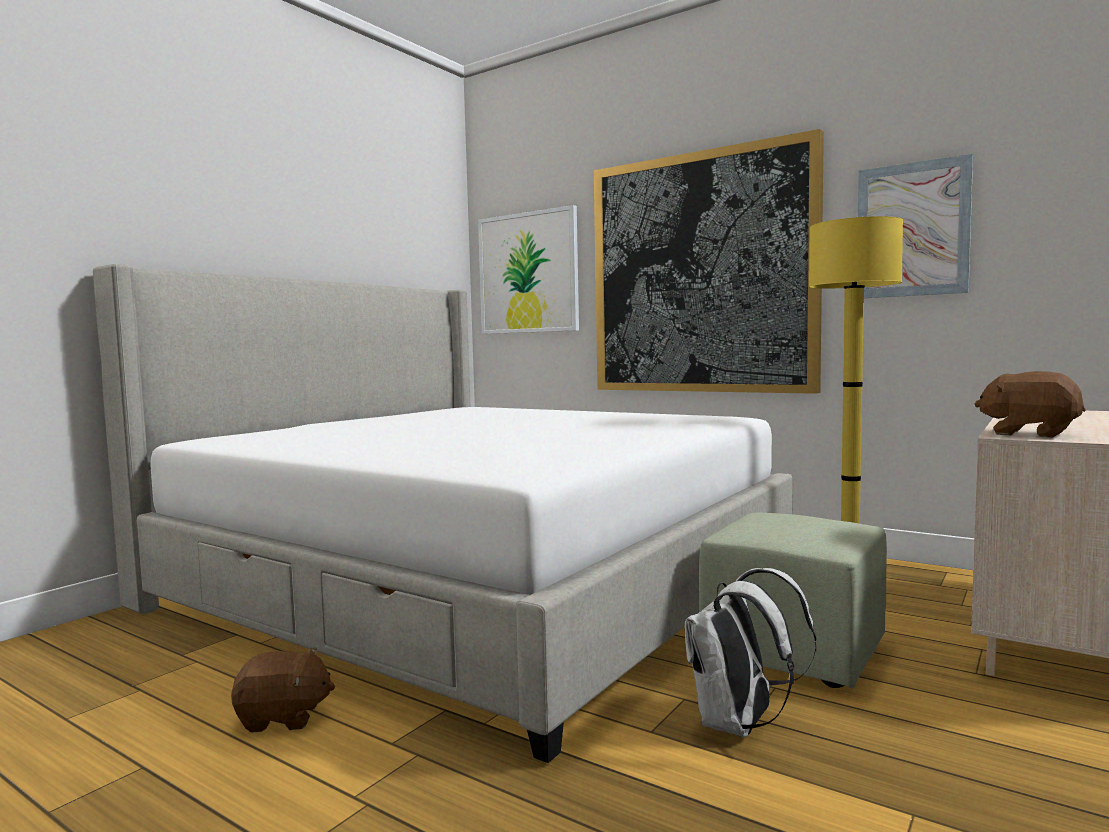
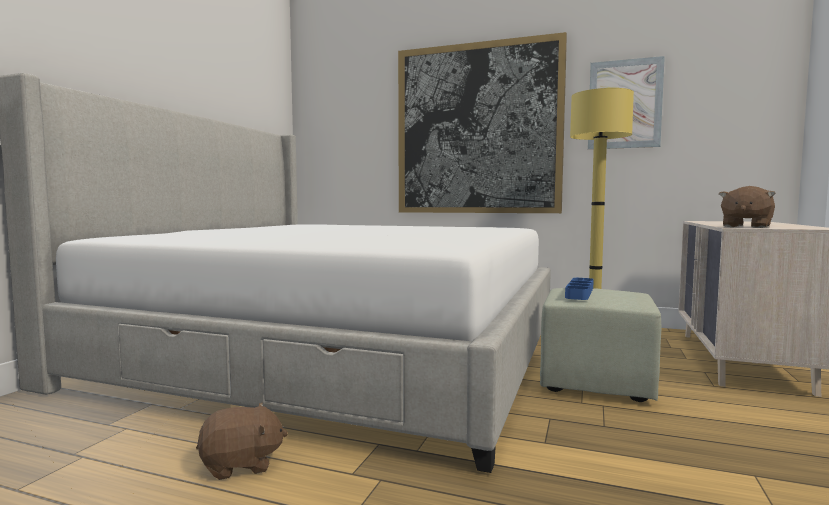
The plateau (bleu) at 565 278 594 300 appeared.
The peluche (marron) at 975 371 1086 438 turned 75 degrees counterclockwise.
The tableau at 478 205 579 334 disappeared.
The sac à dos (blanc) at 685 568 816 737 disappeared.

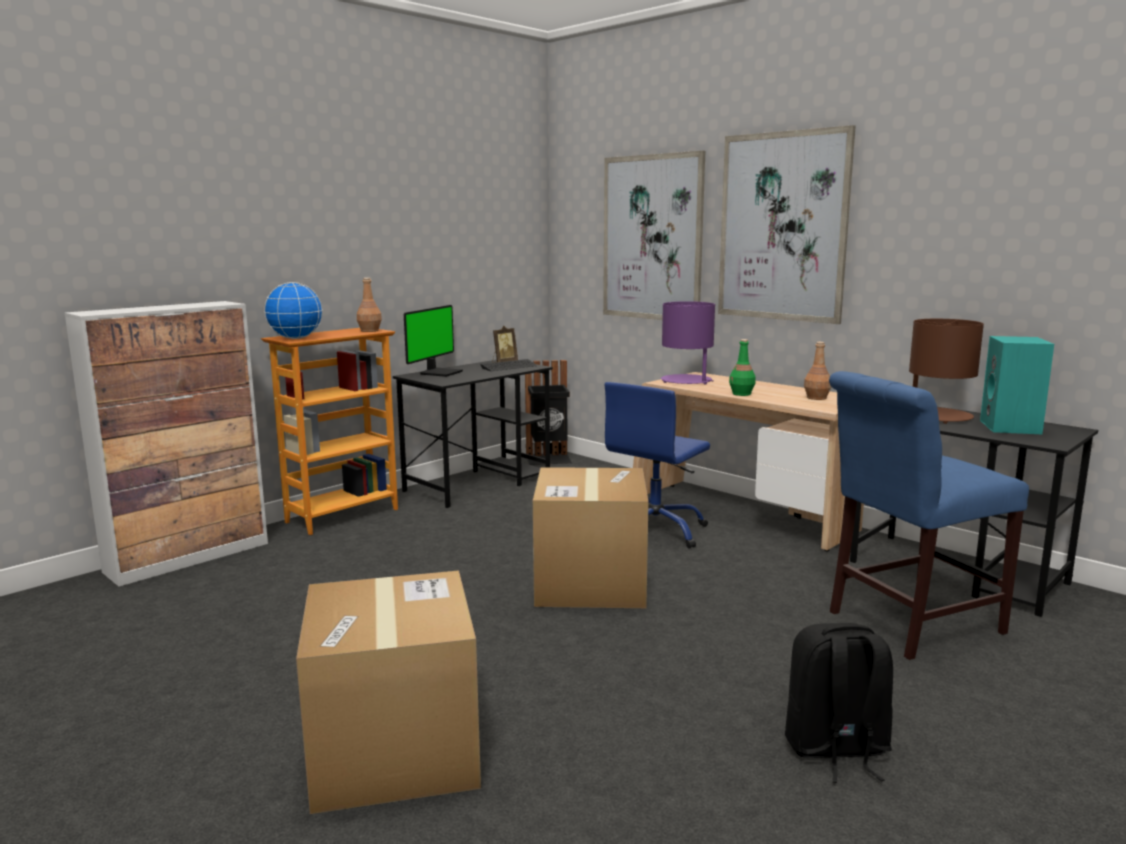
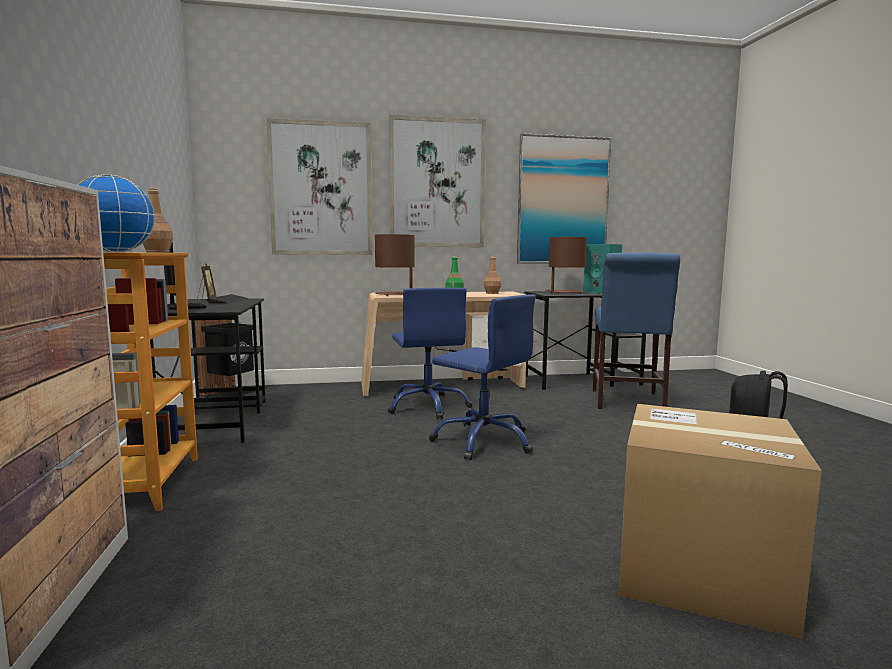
The lampe de table (violet) at 661 301 715 384 became the lampe de table (marron) at 375 234 415 296.
The carton at 533 467 649 608 was replaced by the chaise de bureau (bleu) at 429 294 536 460.
The tableau at 517 133 612 264 appeared.

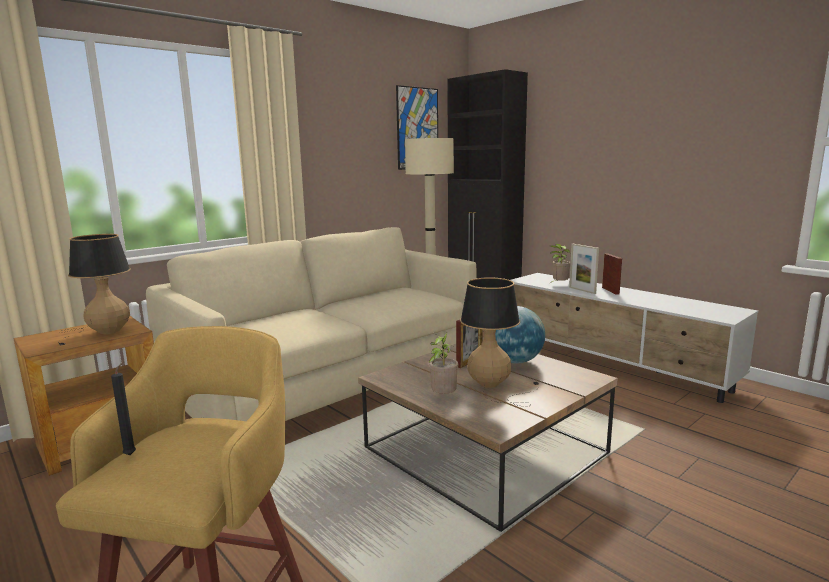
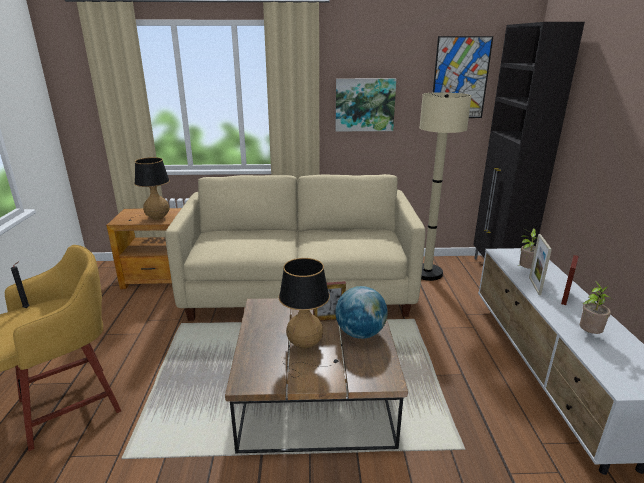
The tableau at 335 79 396 131 appeared.
The plante en pot moved from 429 333 458 394 to 580 280 612 334.

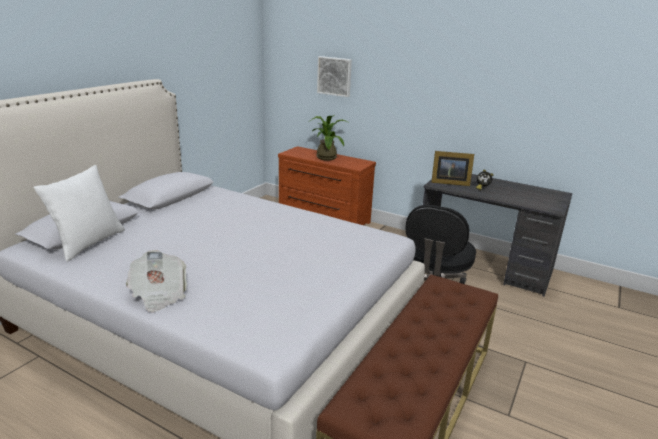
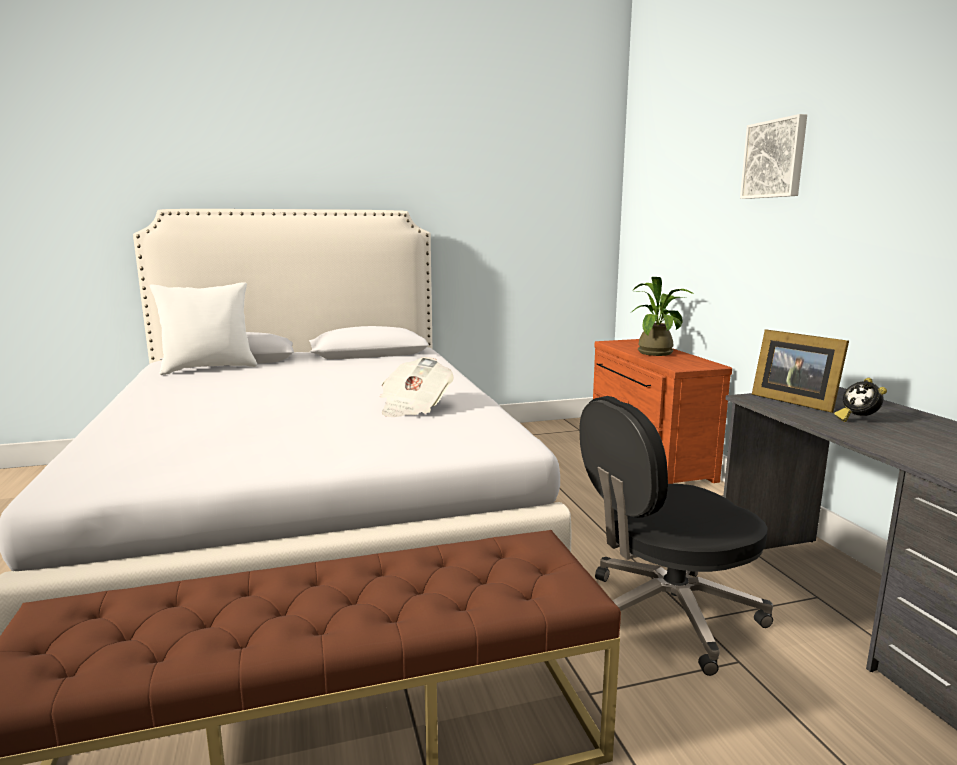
The journal moved from 126 250 187 312 to 380 357 454 417.
The tableau moved from 317 56 352 97 to 740 114 807 199.

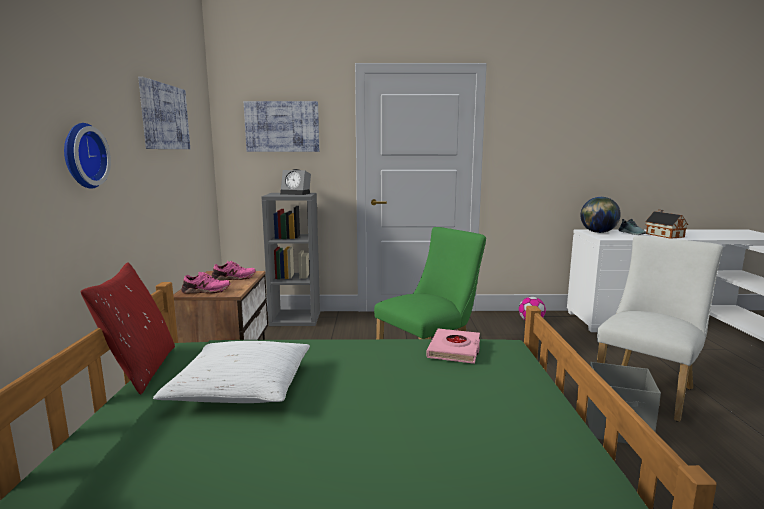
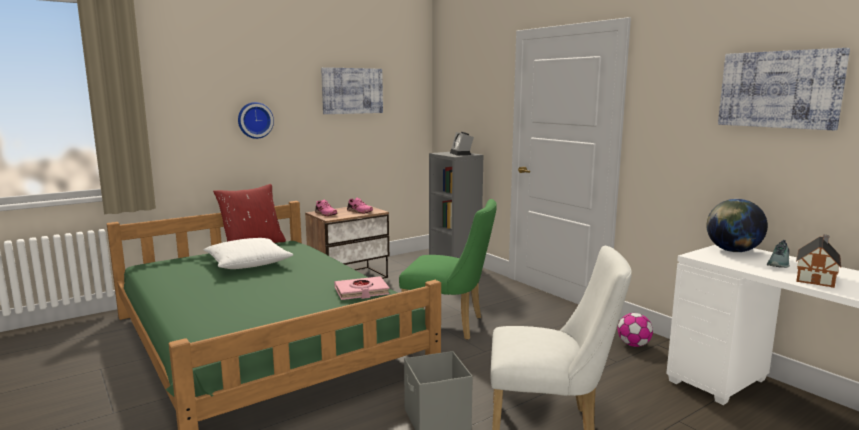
The tableau moved from 244 101 319 152 to 718 48 850 130.

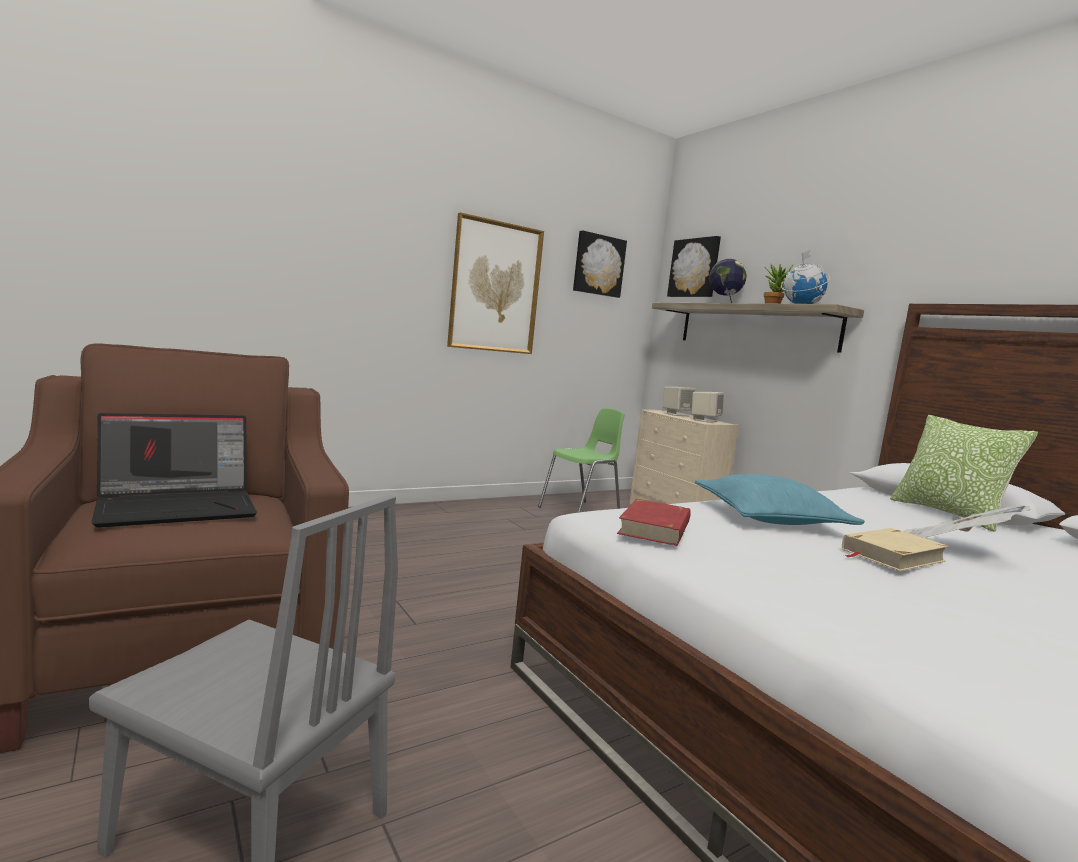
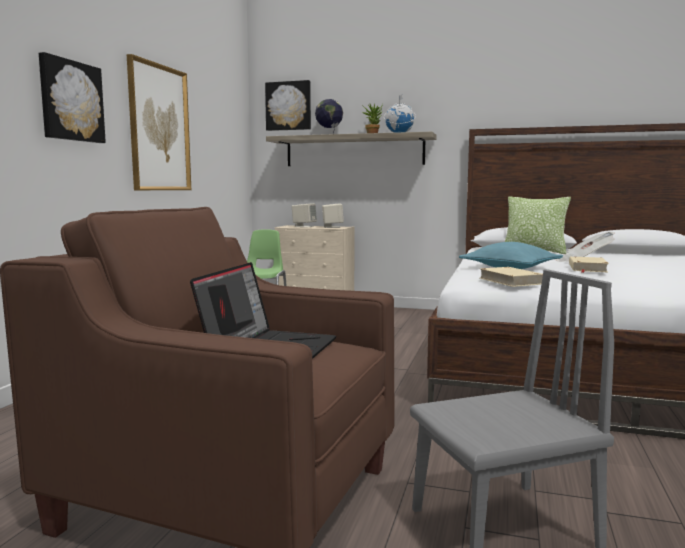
The tableau moved from 573 230 627 298 to 39 52 106 143.
The livre (rouge) at 617 499 691 546 became the livre (beige) at 480 267 543 287.

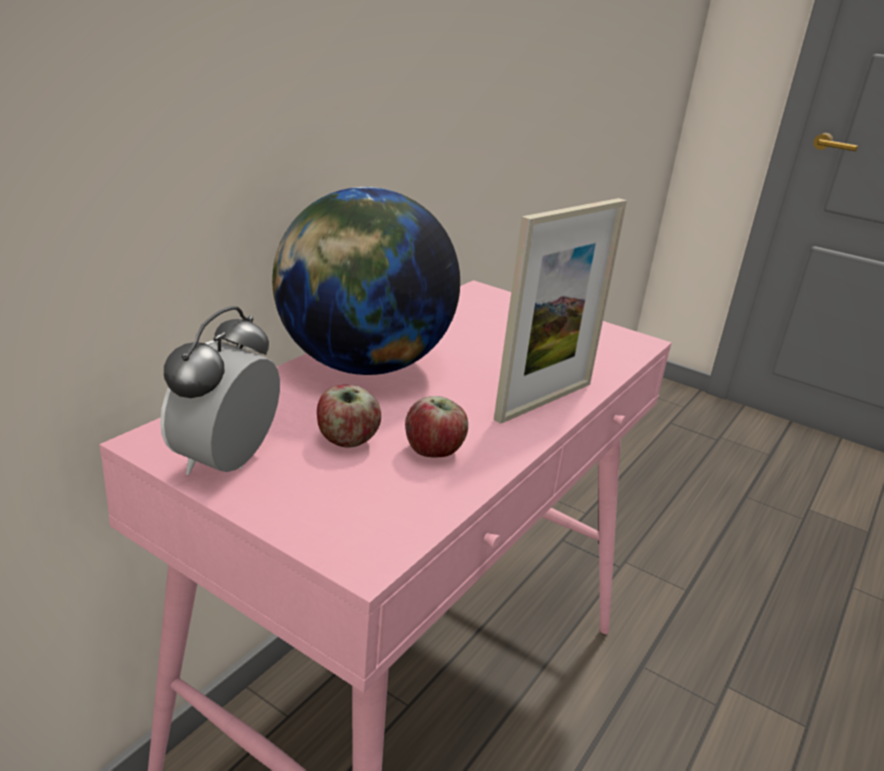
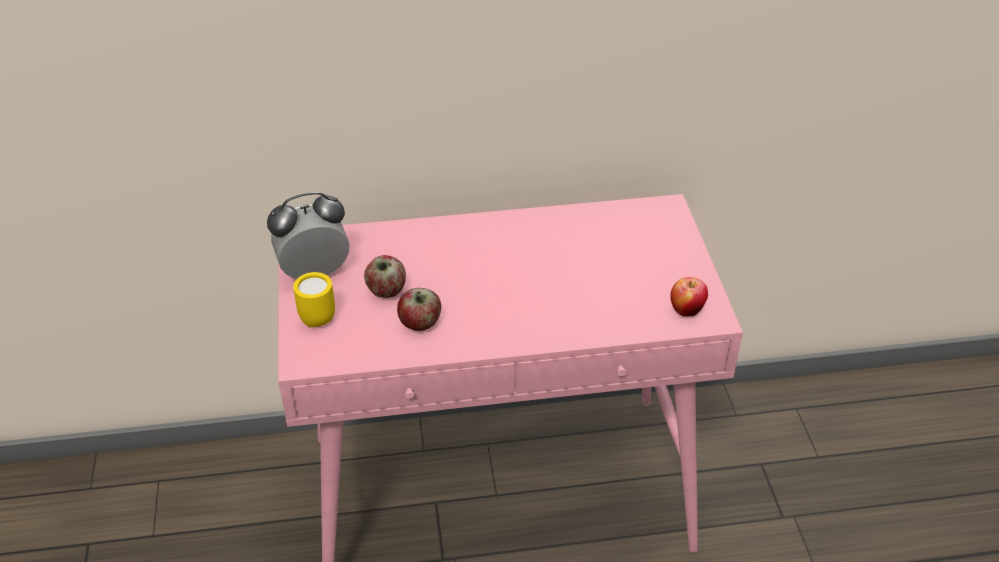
The mug (jaune) at 293 272 335 327 appeared.
The pomme at 670 277 708 317 appeared.
The globe at 272 187 460 375 disappeared.
The cadre photo at 494 198 627 424 disappeared.

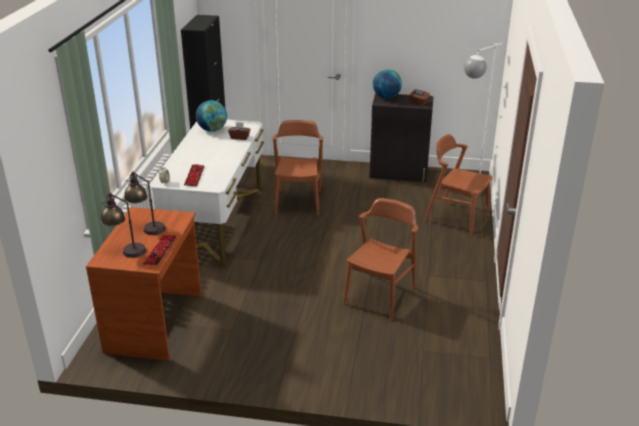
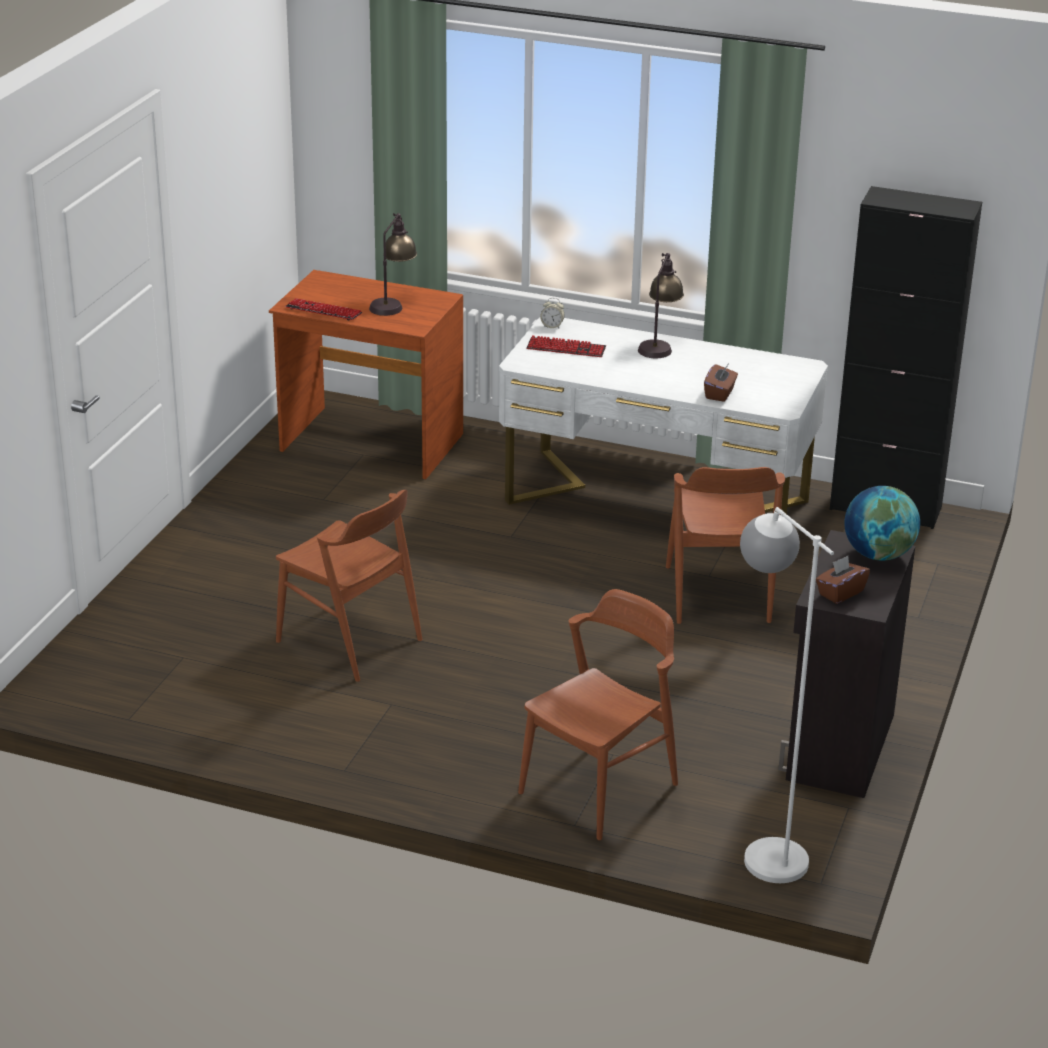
The lampe de table moved from 101 192 146 258 to 638 253 684 358.
The chaise (marron) at 273 120 323 215 turned 75 degrees clockwise.
The globe at 196 100 227 132 disappeared.

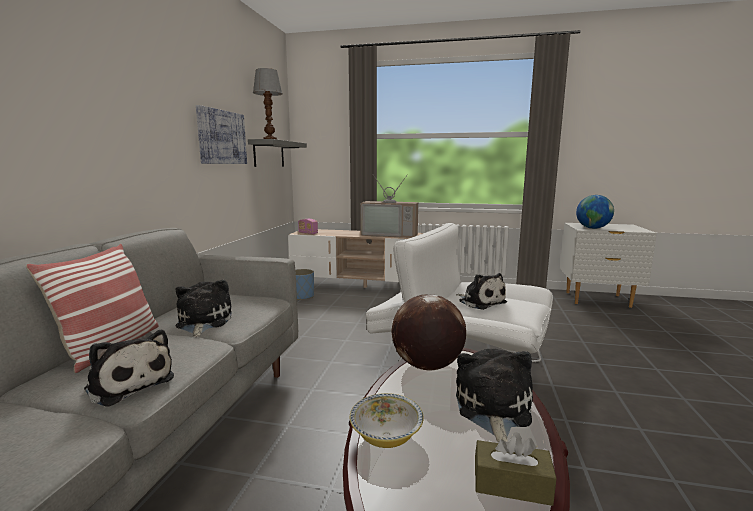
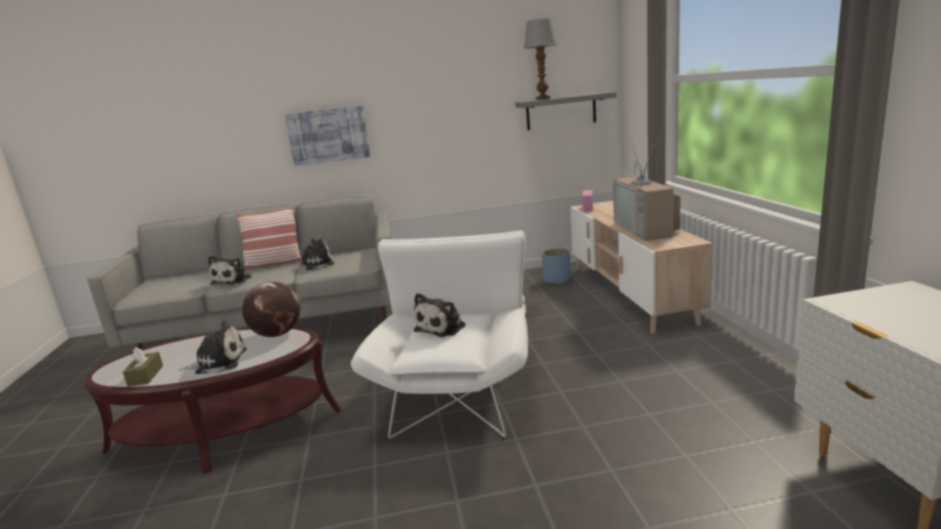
The tableau moved from 196 105 247 164 to 284 106 370 166.
The bol at 350 393 424 448 disappeared.
The globe at 576 195 614 229 disappeared.

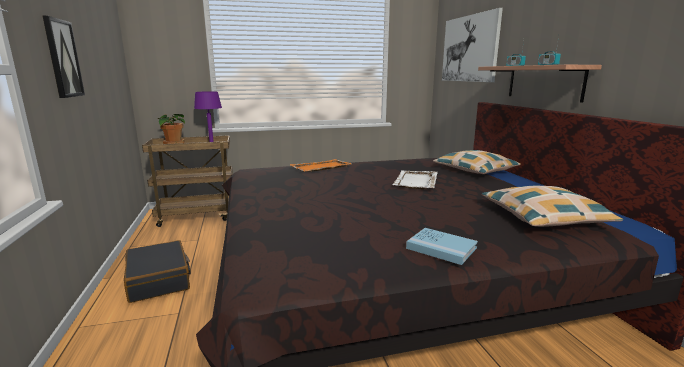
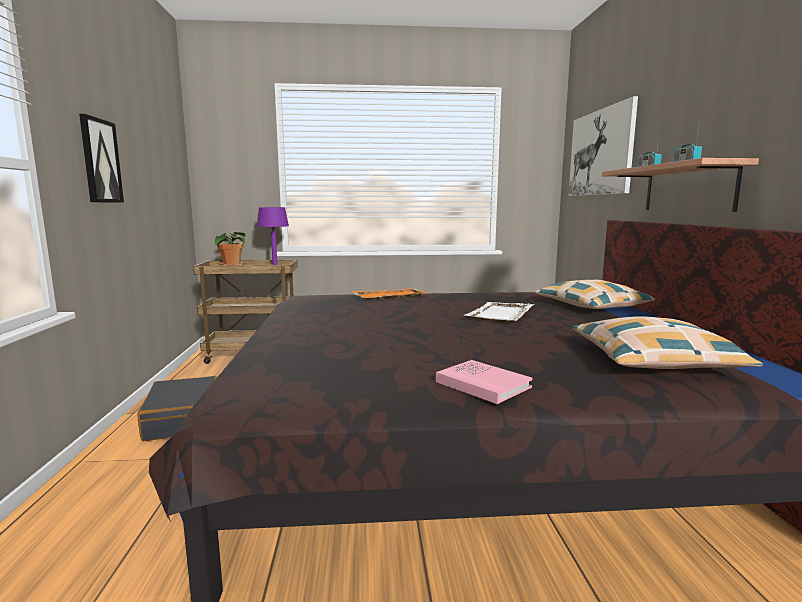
The livre (bleu) at 406 228 478 265 became the livre (rose) at 436 360 532 404.

